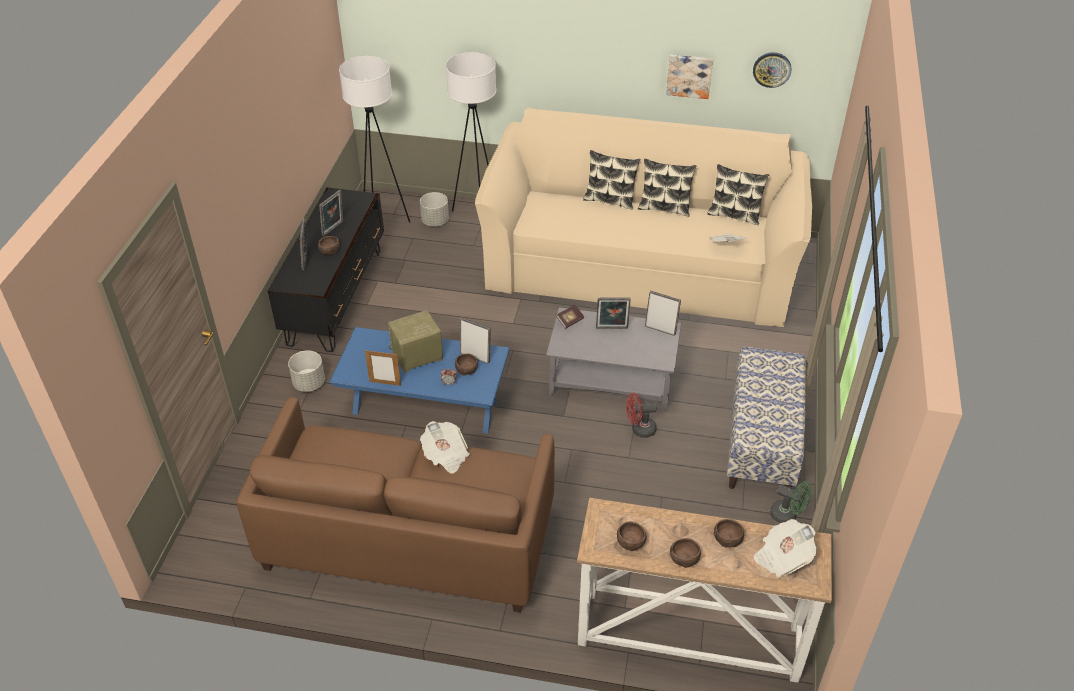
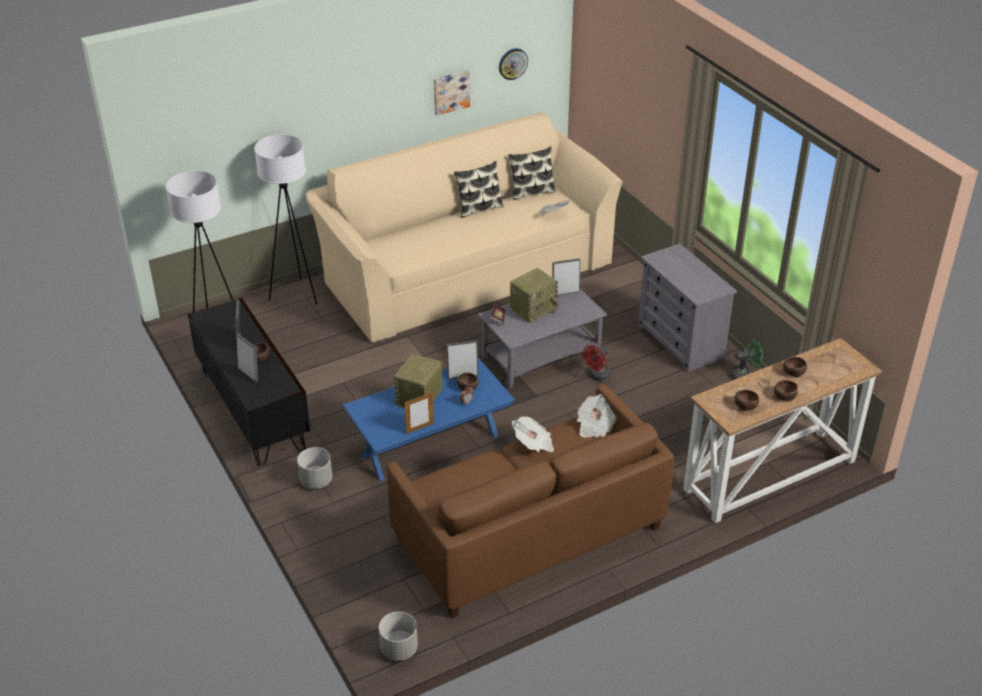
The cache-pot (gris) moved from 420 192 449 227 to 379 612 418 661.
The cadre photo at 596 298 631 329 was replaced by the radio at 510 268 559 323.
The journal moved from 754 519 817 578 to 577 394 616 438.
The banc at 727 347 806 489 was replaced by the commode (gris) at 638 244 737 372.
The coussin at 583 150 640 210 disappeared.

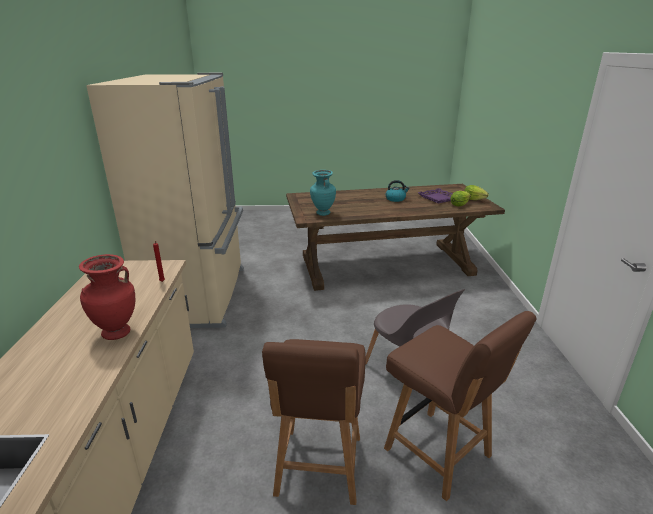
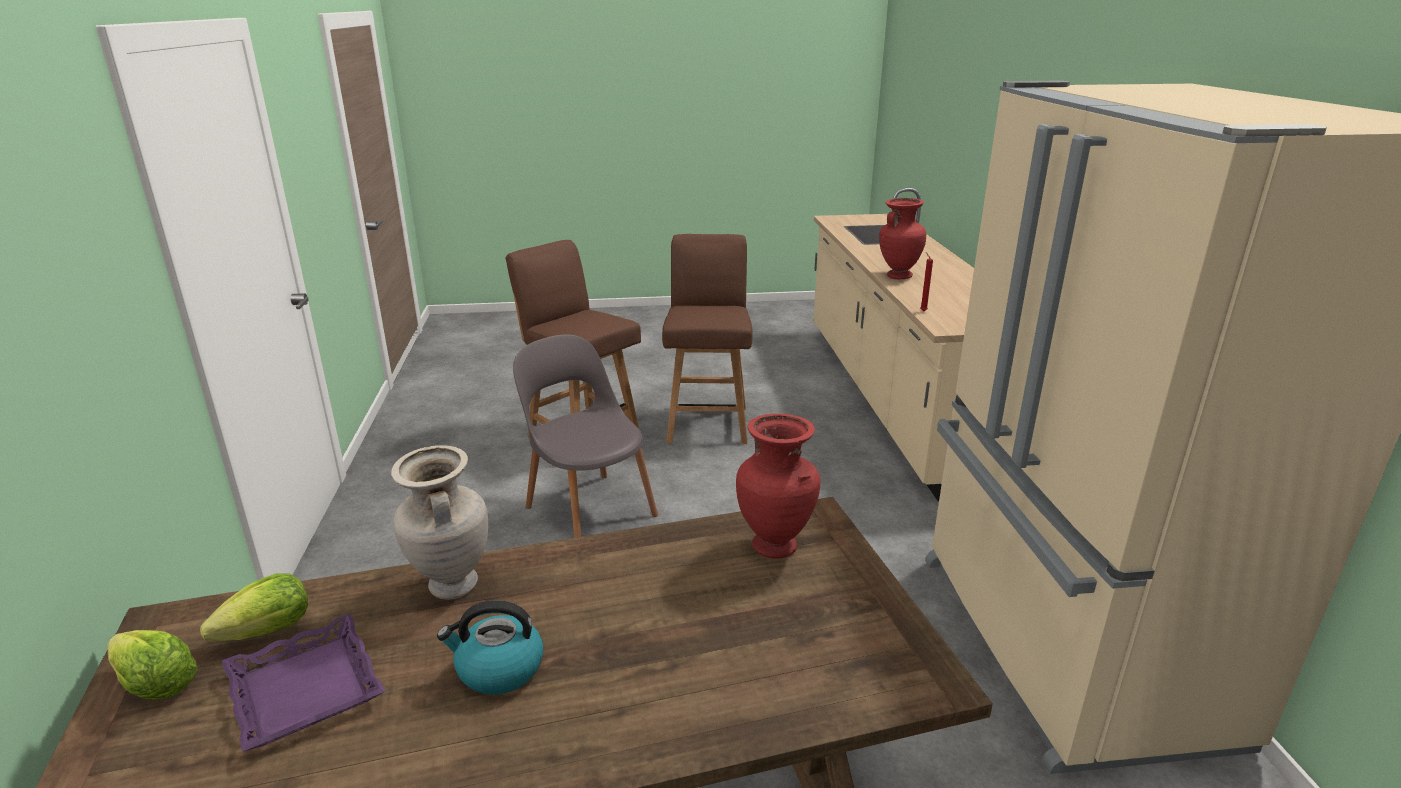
The vase (beige) at 391 445 488 600 appeared.
The vase (turquoise) at 310 170 336 216 became the vase (rouge) at 736 414 820 559.

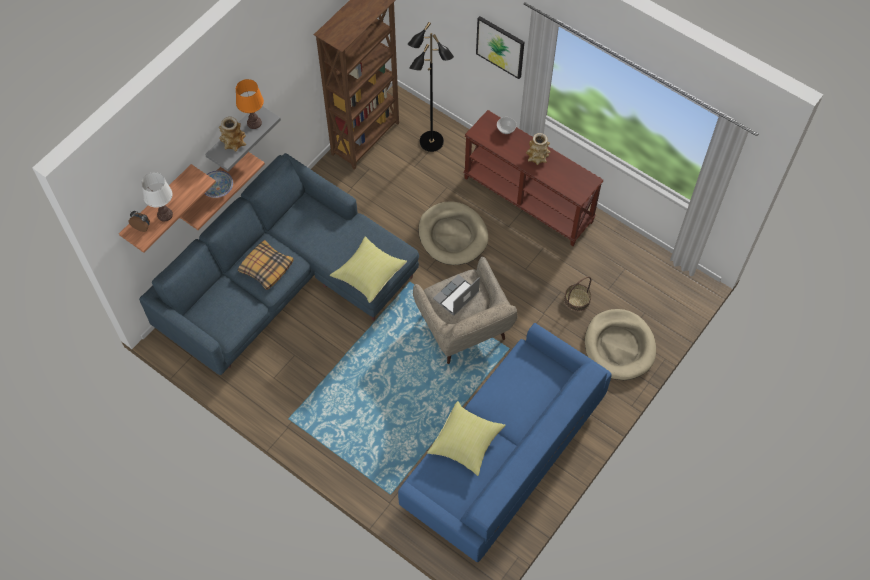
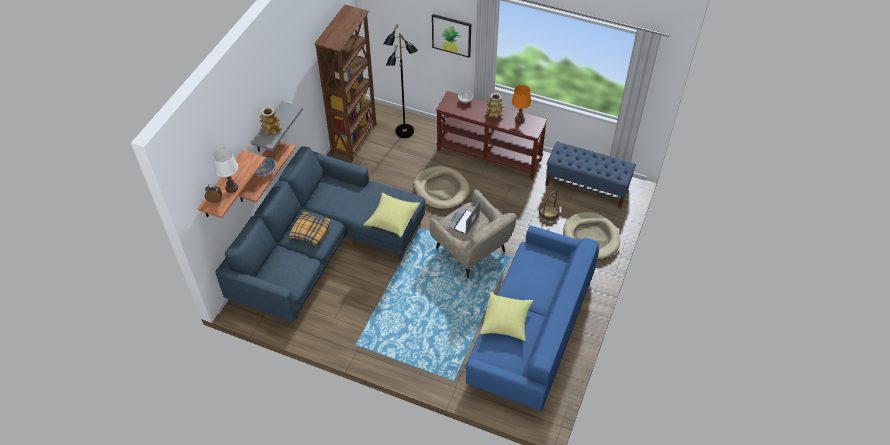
The lampe de table (orange) moved from 236 79 264 129 to 512 85 531 123.
The banc (bleu) at 545 142 636 209 appeared.

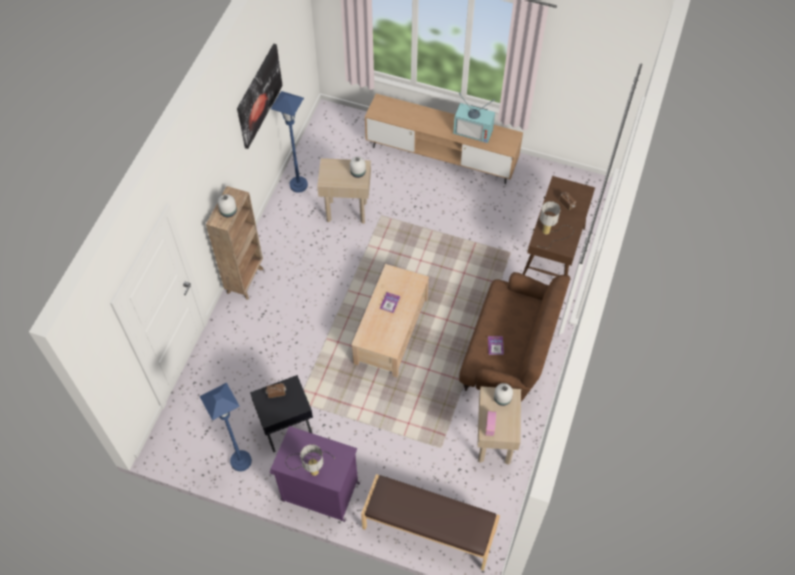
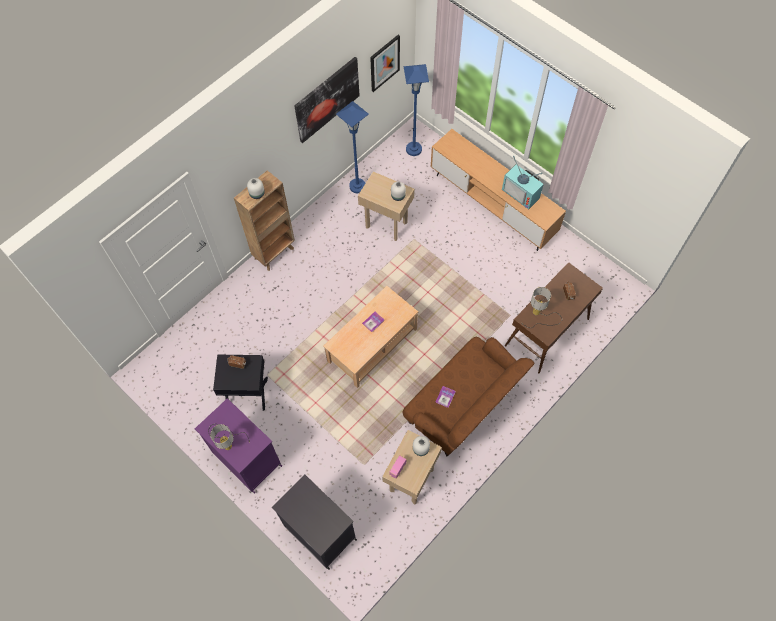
The banc (marron) at 361 474 500 571 was replaced by the meuble de rangement (noir) at 272 474 357 569.
The tableau at 370 35 400 92 appeared.
The lampadaire (bleu) moved from 199 383 252 471 to 404 64 429 156.

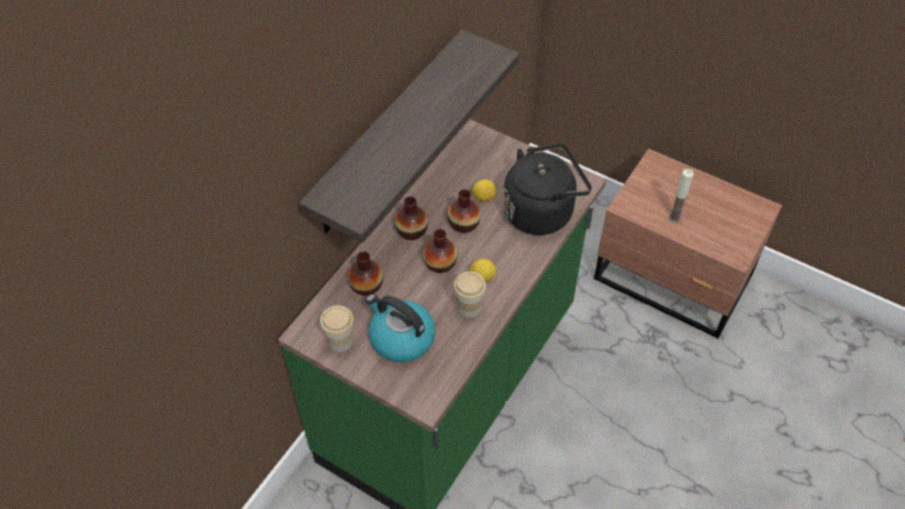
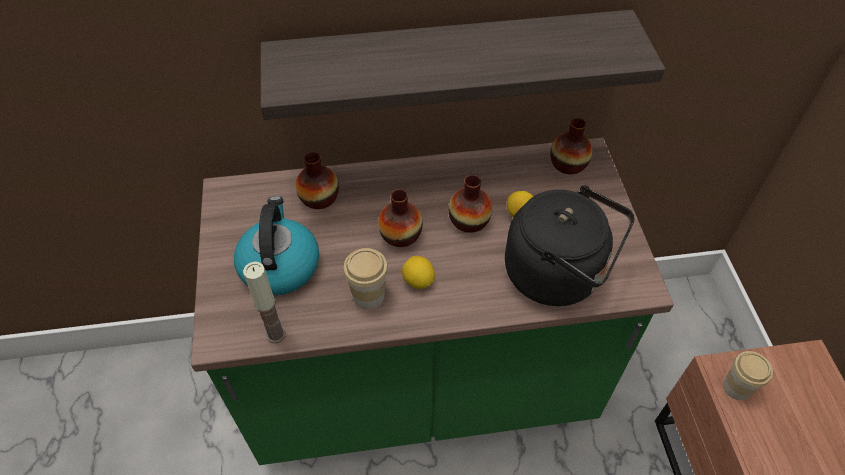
The bougie moved from 669 169 694 222 to 243 262 286 343.
The vase moved from 395 196 428 240 to 550 118 592 174.
The tasse moved from 320 305 354 352 to 723 351 773 400.

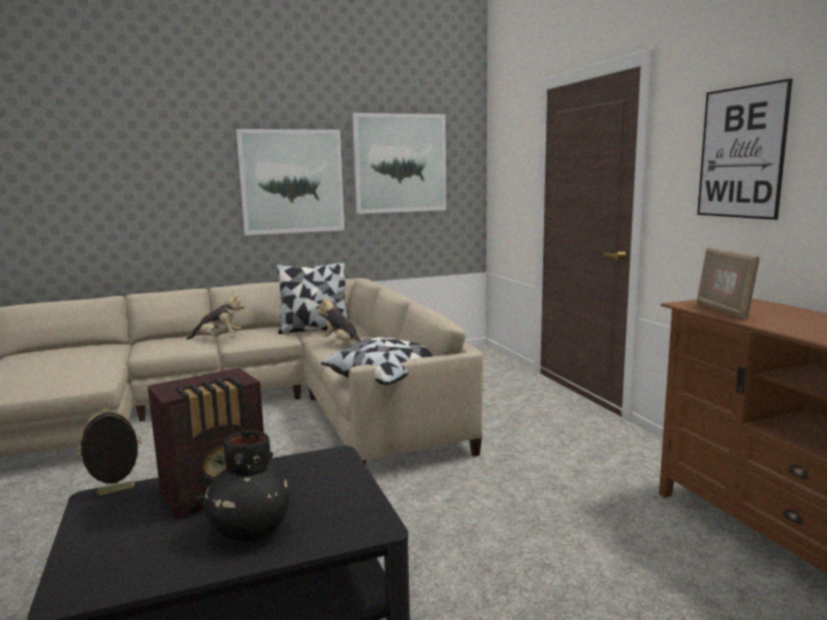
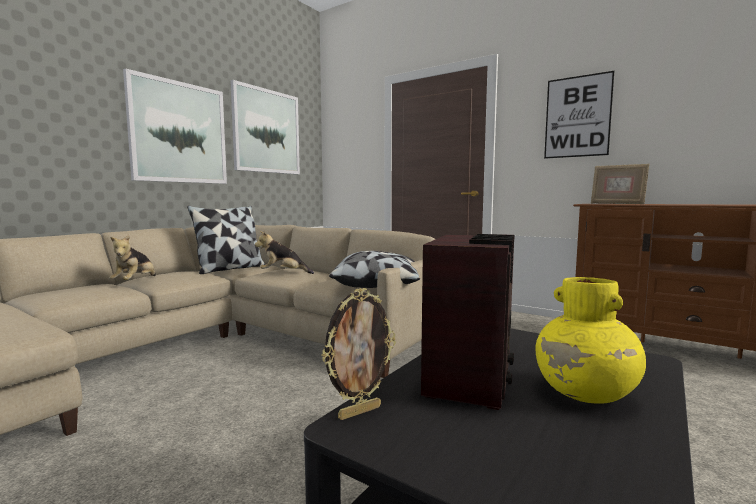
The peluche at 186 292 245 340 turned 135 degrees clockwise.
The cadre photo at 77 408 141 496 turned 150 degrees counterclockwise.
The vase (noir) at 204 431 290 541 became the vase (jaune) at 535 277 646 404.

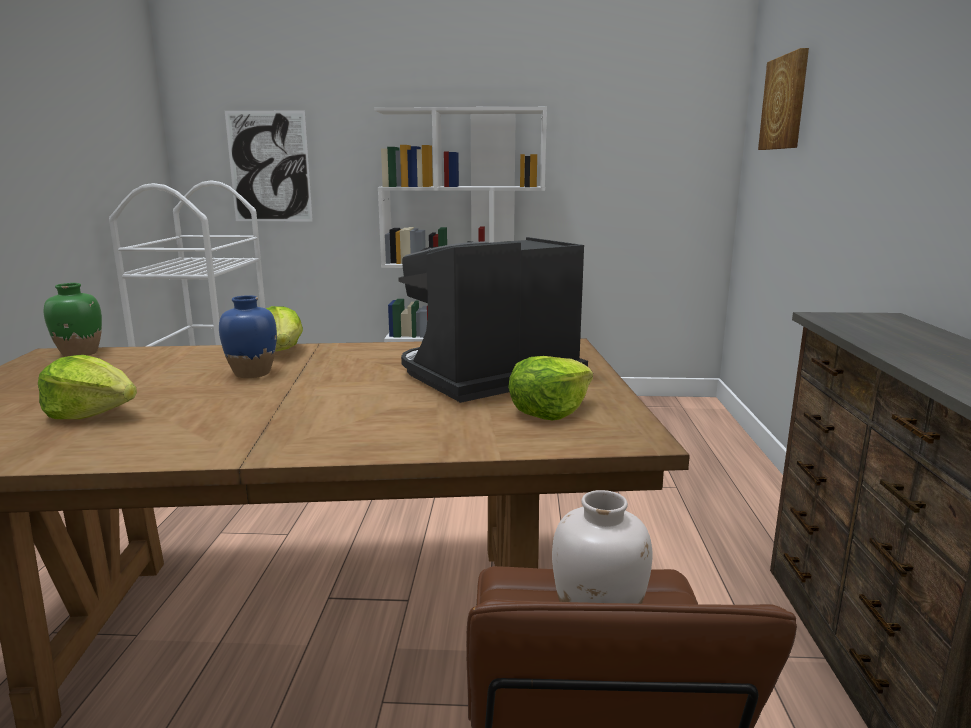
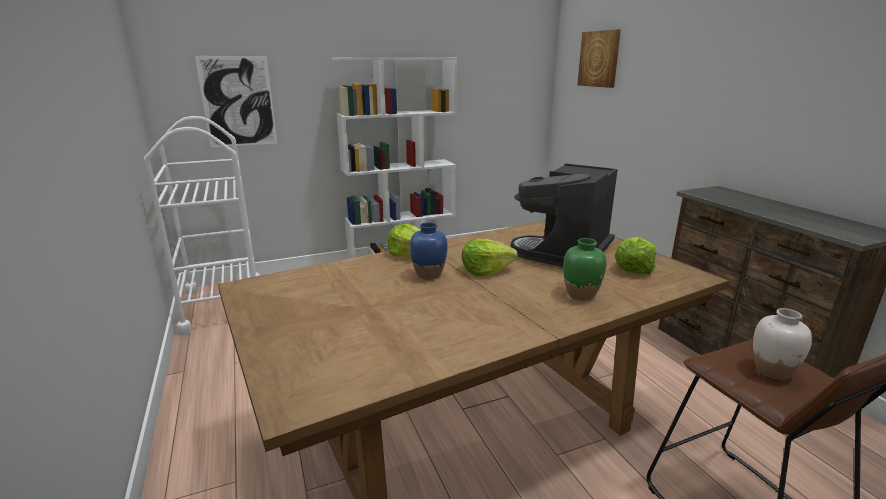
The laitue moved from 38 355 137 419 to 462 239 518 276.
The vase (vert) moved from 44 283 102 357 to 563 238 607 301.

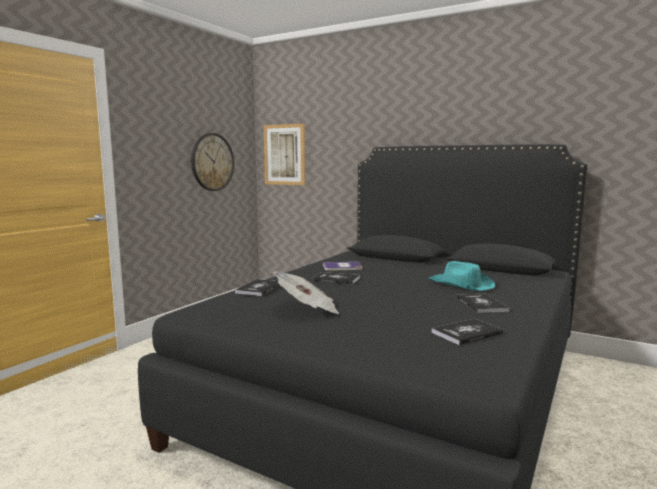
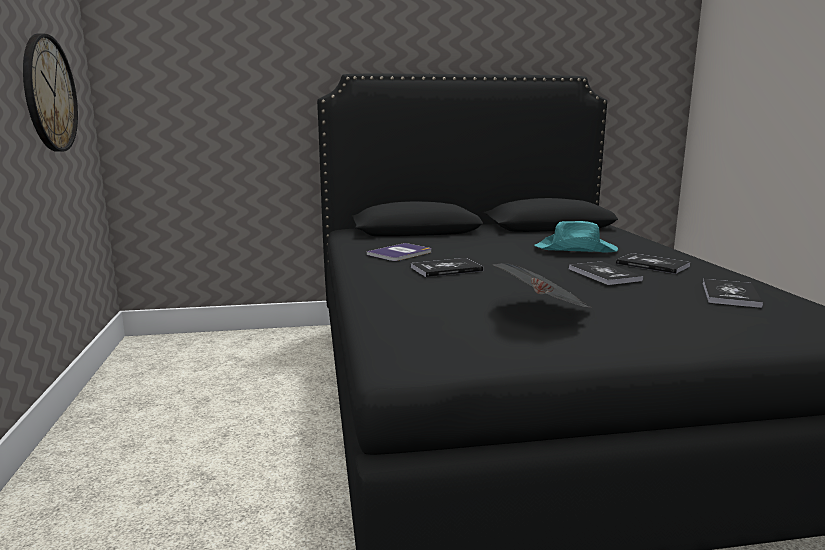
The livre moved from 235 279 280 296 to 569 261 643 285.
The tableau at 263 123 305 185 disappeared.

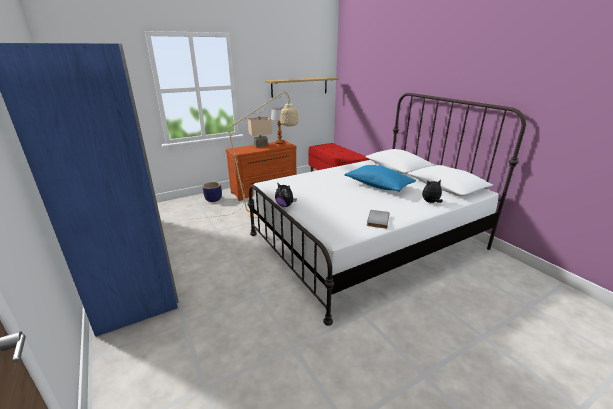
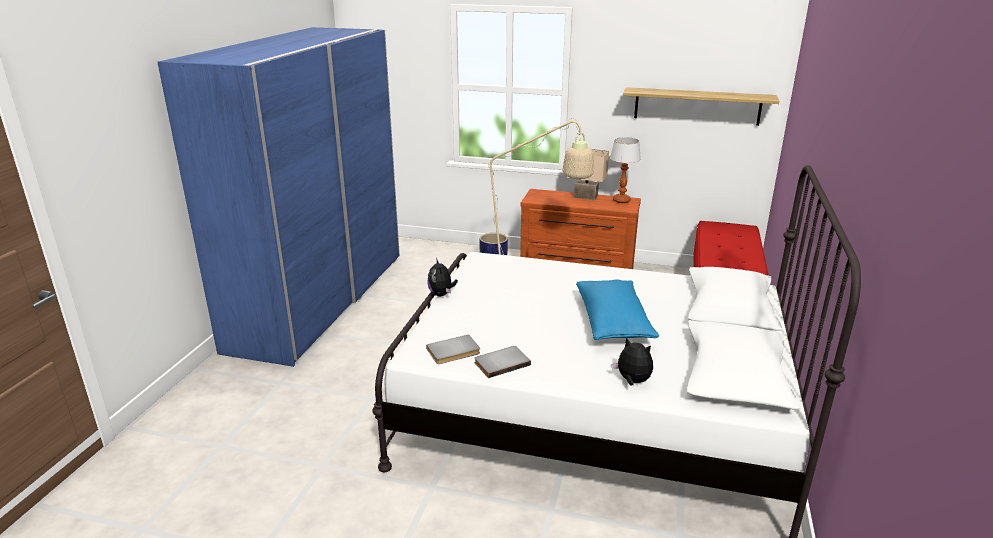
The livre (gris) at 426 334 480 364 appeared.

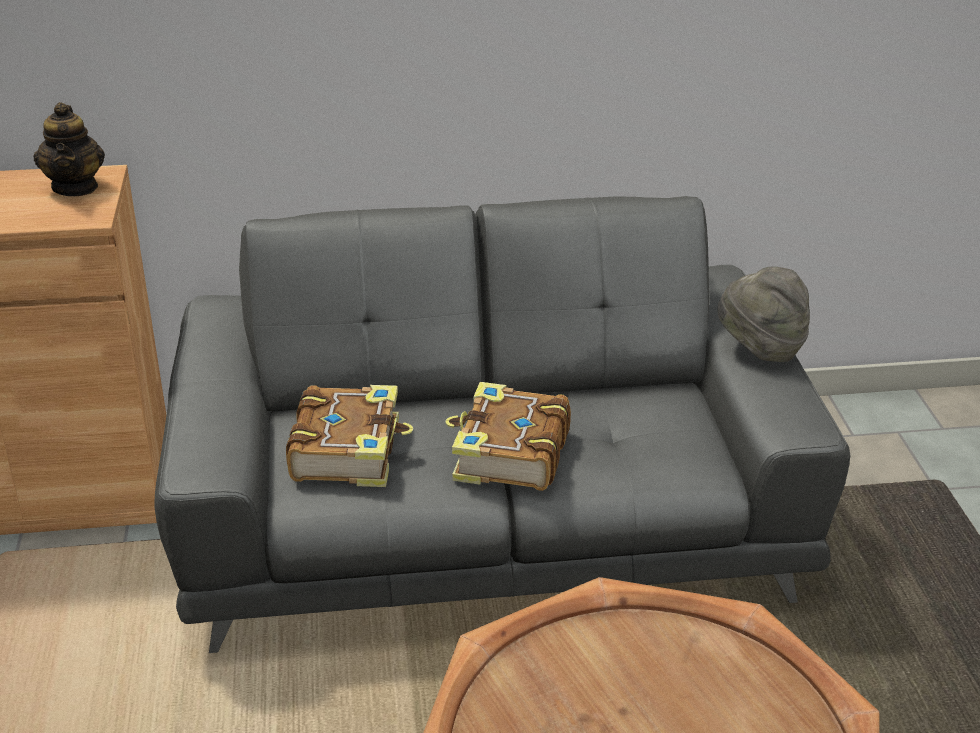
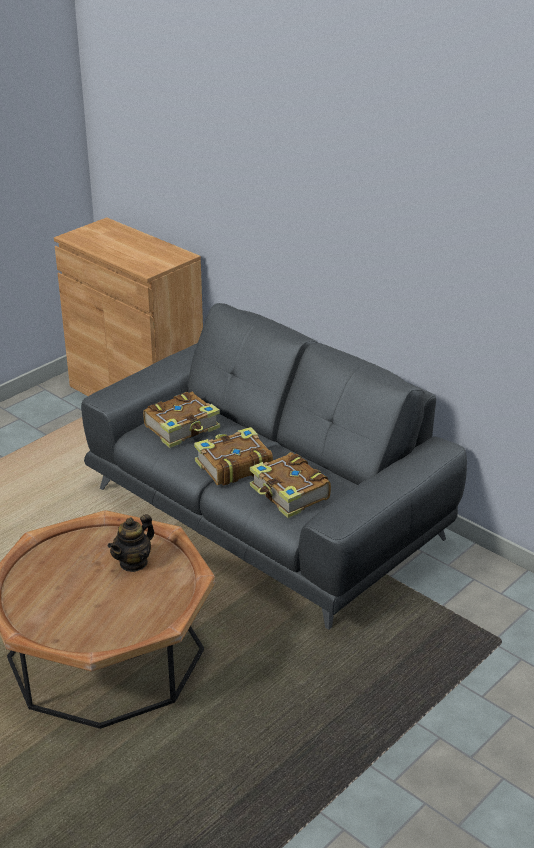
The théière moved from 33 102 105 196 to 108 514 155 572.
The livre at 250 452 331 518 appeared.
The chapeau (gris) at 717 266 810 362 disappeared.

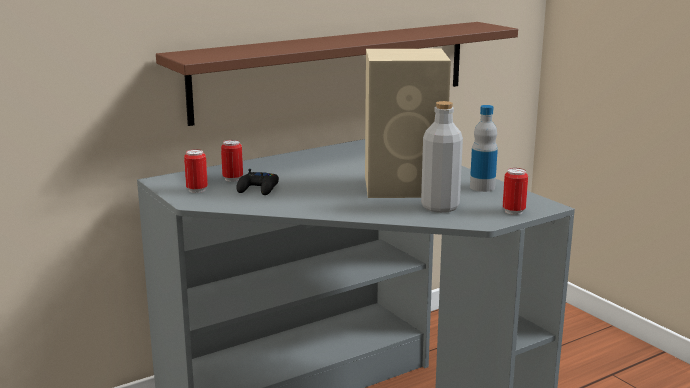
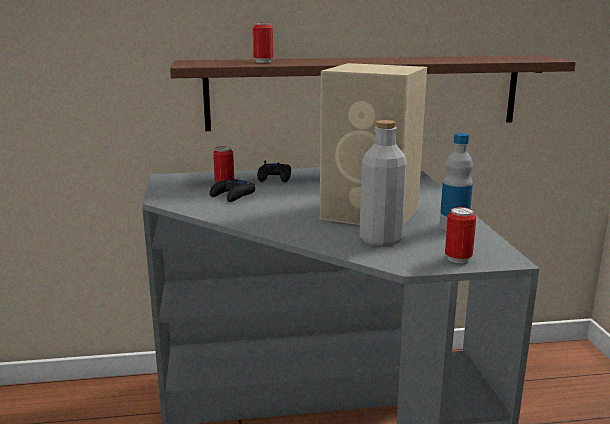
The boîte métallique moved from 184 149 208 193 to 253 23 273 63.
The manette (noir) at 257 161 291 182 appeared.

